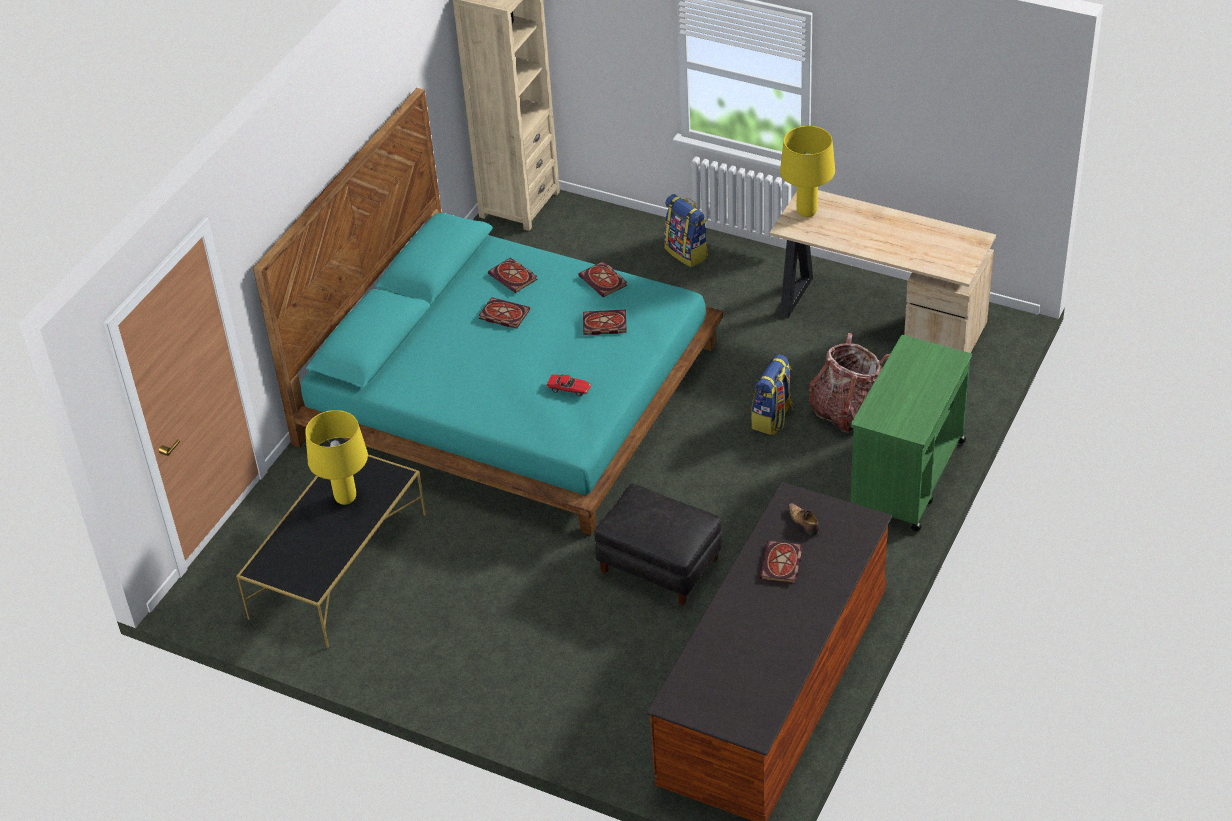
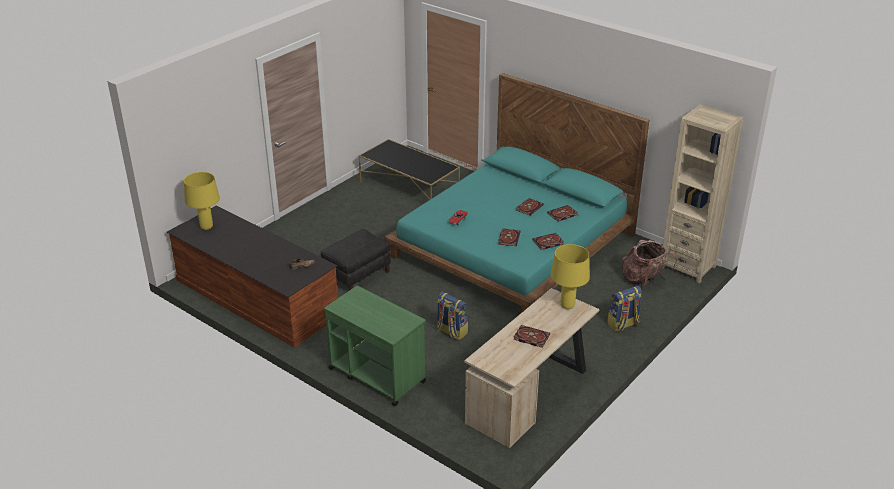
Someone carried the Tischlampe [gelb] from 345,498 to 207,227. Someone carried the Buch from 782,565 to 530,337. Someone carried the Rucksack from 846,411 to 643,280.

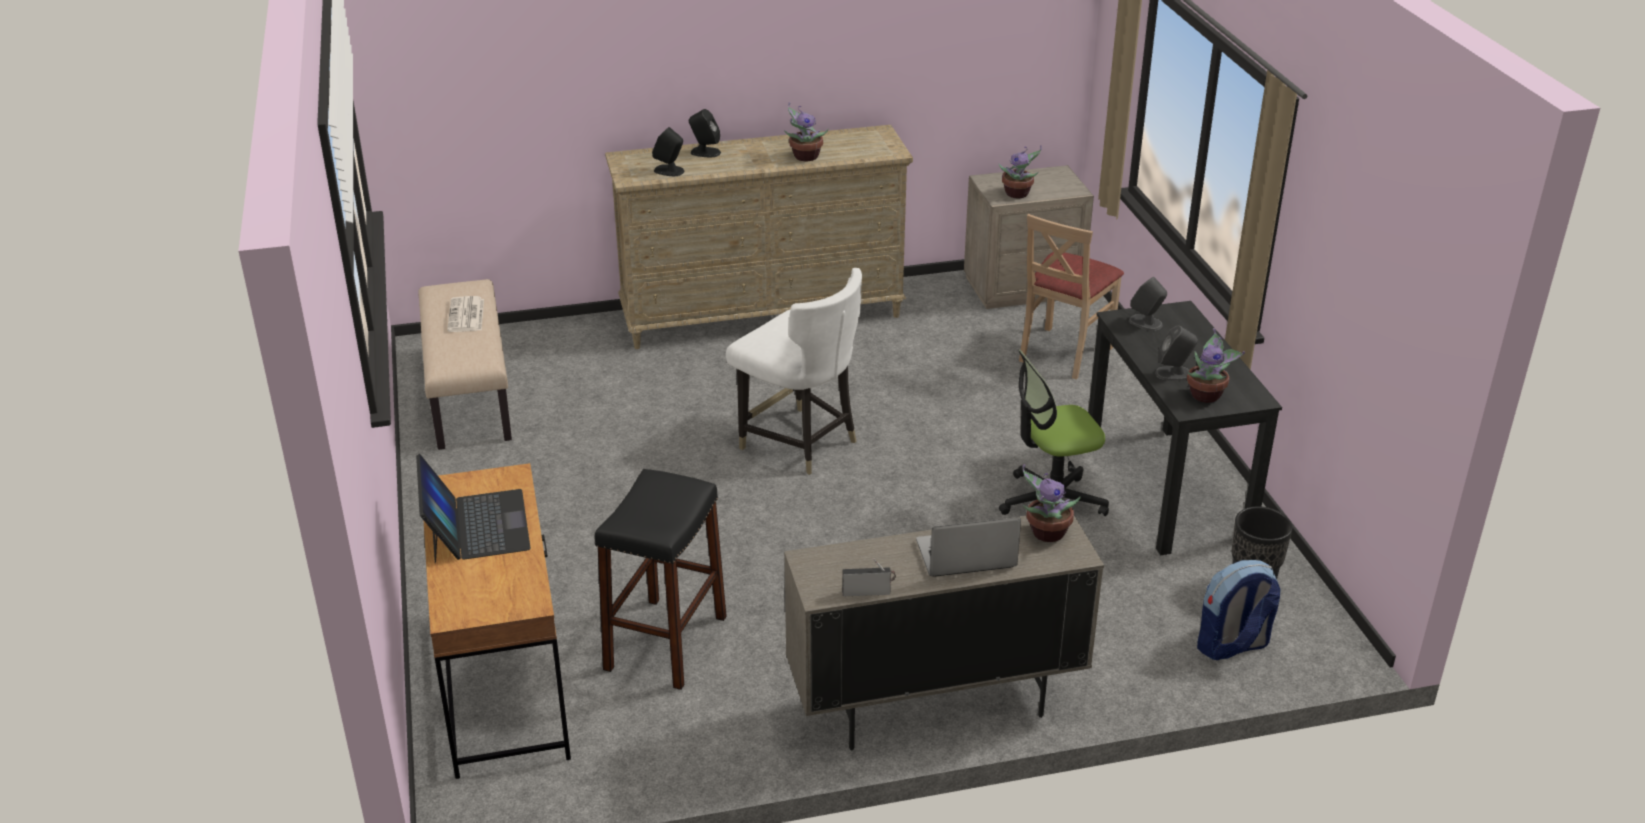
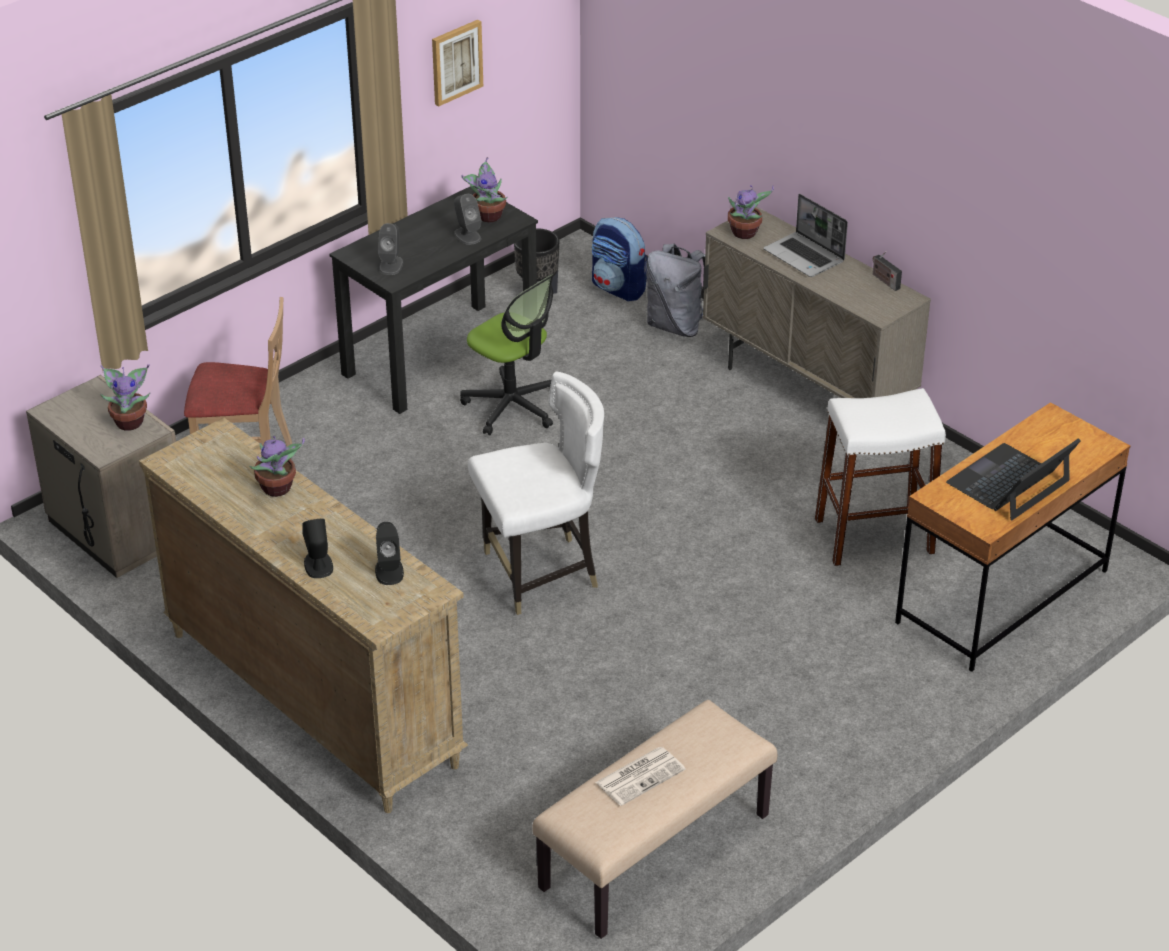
Someone repainted the Hocker [schwarz] at 665,643, which became the Hocker [weiß] at 874,536. Someone rotated the Stuhl [weiß] at 799,443 by 60 degrees clockwise. Someone put up the Bild at 456,62. Someone put down the Rucksack [grau] at 677,326.

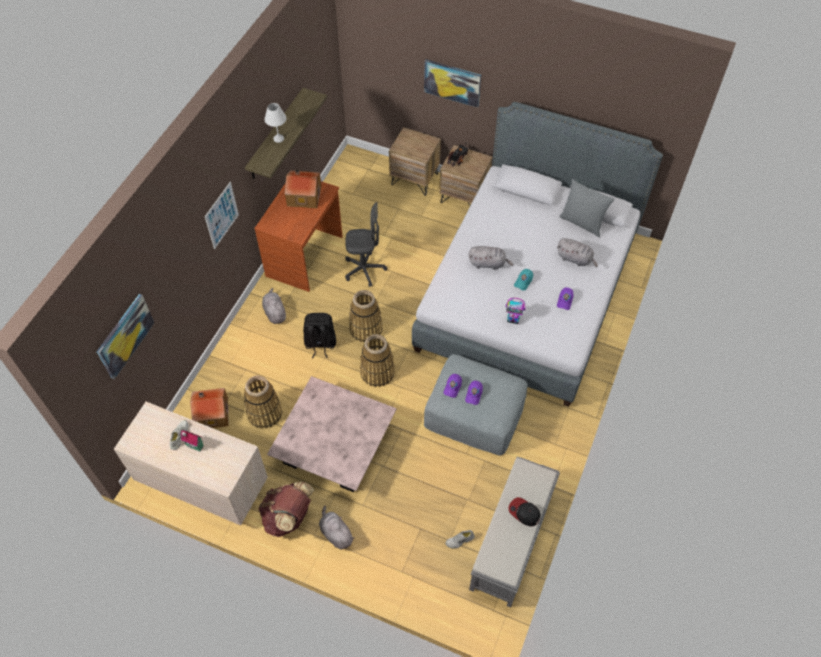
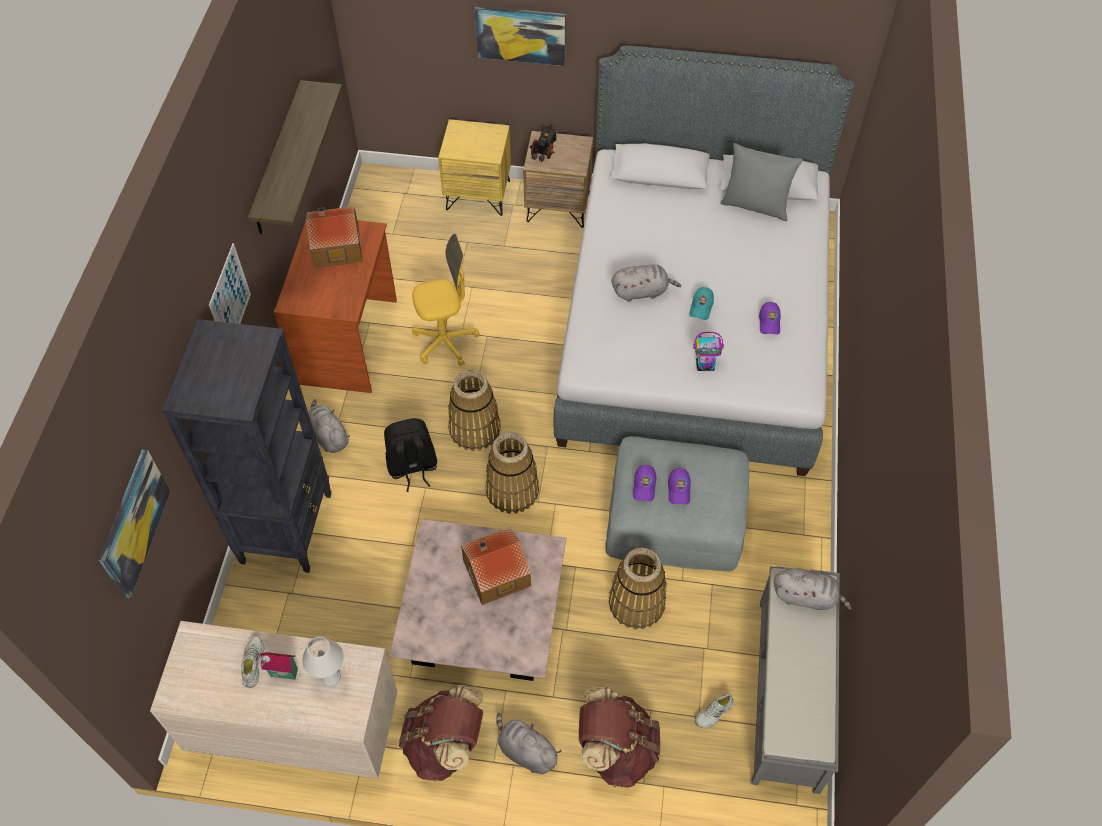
Someone carried the Spielzeughaus from 211,413 to 495,572. Someone carried the Korb from 264,413 to 636,603. Someone carried the Tischlampe [weiß] from 278,139 to 331,678. Someone repainted the Bürostuhl [grau] at 364,270, which became the Bürostuhl [gelb] at 445,342. Someone repainted the Nachttisch [braun] at 415,179, which became the Nachttisch [gelb] at 478,194. Someone took away the Kappe at 524,512. Someone carried the Plüschtier [grau] from 575,259 to 806,596. Someone put down the Bücherregal [schwarz] at 287,527. Someone put down the Rucksack [braun] at 616,749.

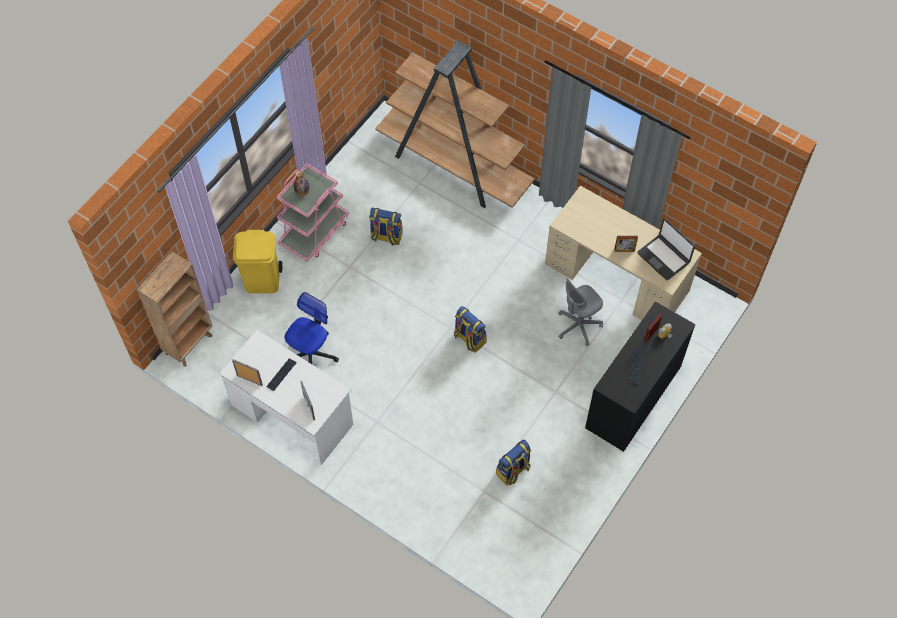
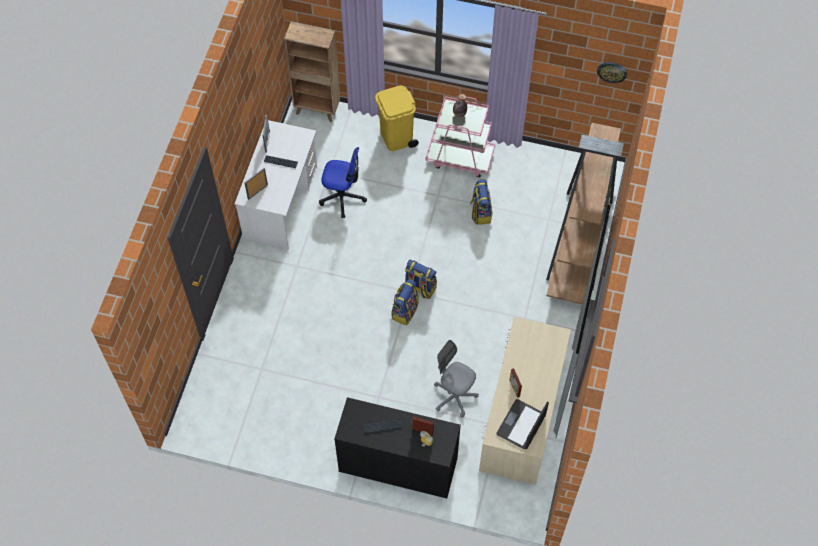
Someone carried the Rucksack from 513,471 to 420,288. Someone put up the Wanduhr at 612,71.

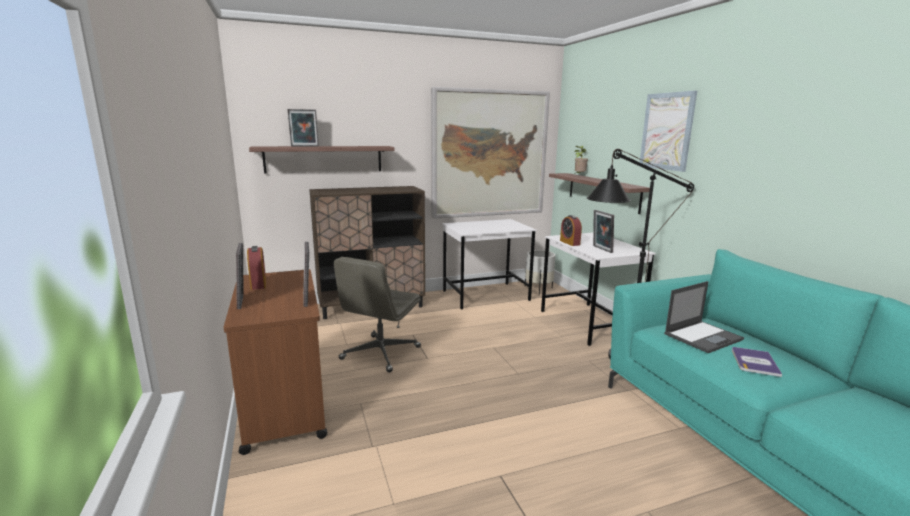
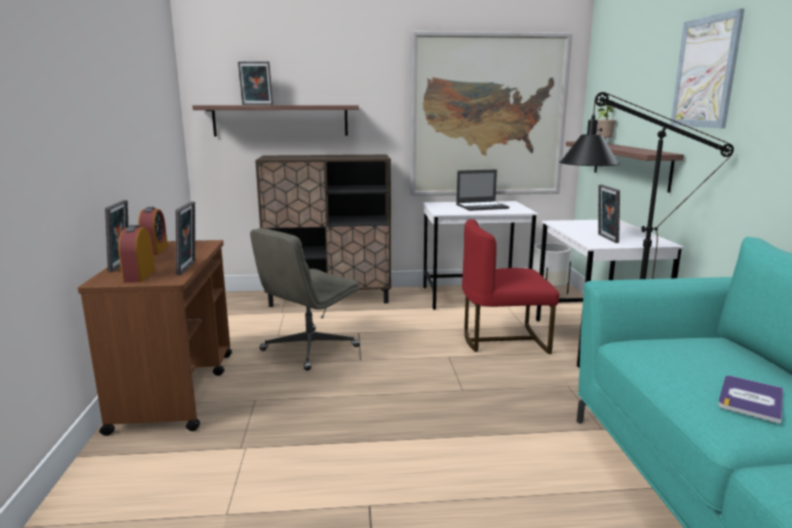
Someone carried the Wecker from 569,243 to 139,276. Someone carried the Laptop from 703,336 to 482,206. Someone put down the Stuhl [rot] at 503,340.

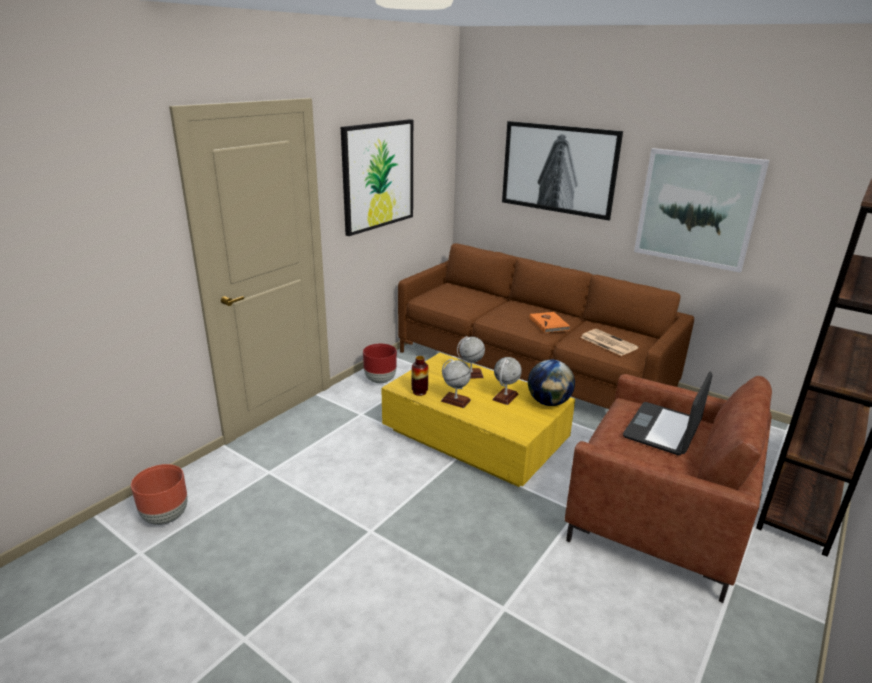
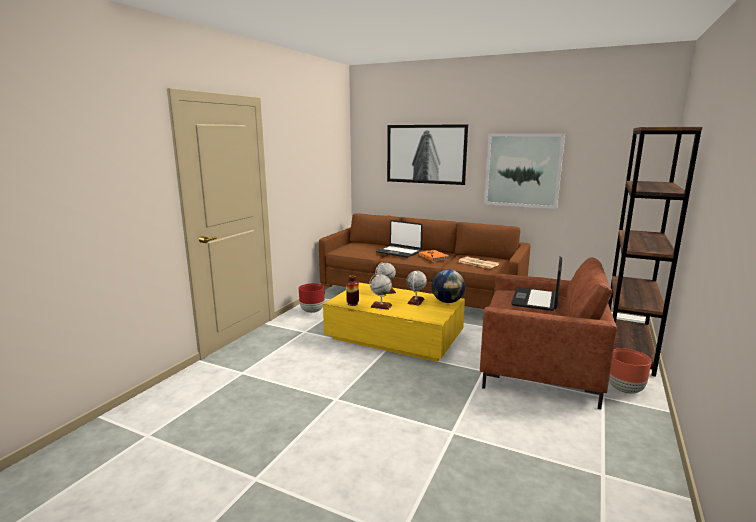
Someone carried the Pflanzkübel [braun] from 166,516 to 624,389. Someone took away the Bild at 378,175. Someone put down the Laptop at 399,252.

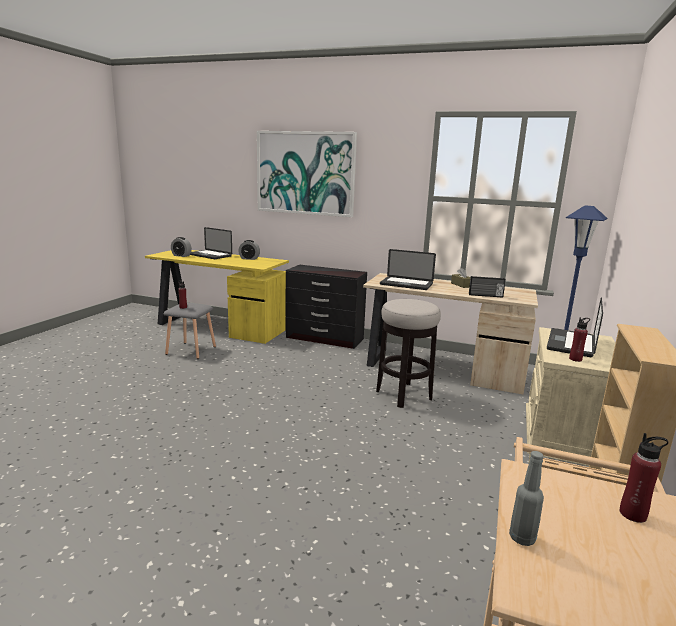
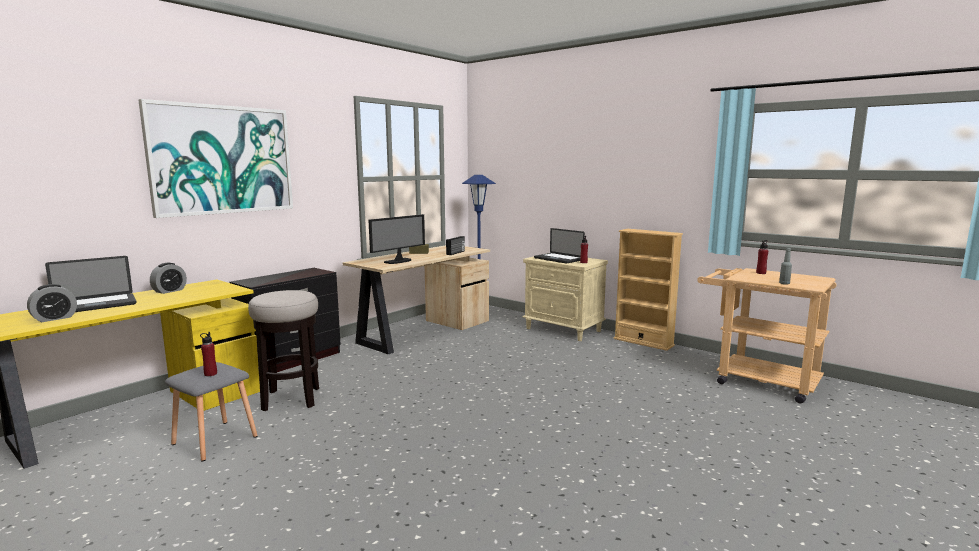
Someone carried the Hocker from 403,395 to 291,399. Someone swapped the Laptop at 406,284 for the Monitor at 399,261.

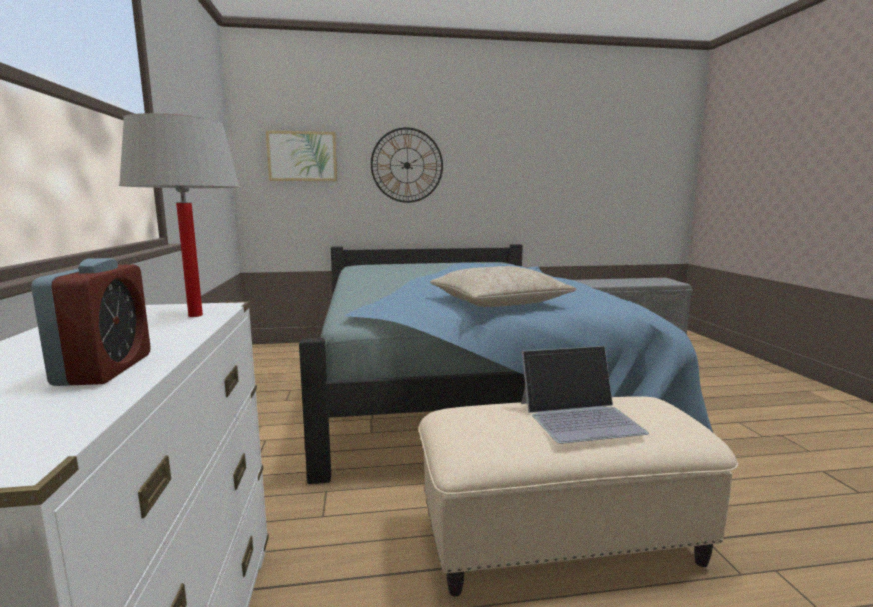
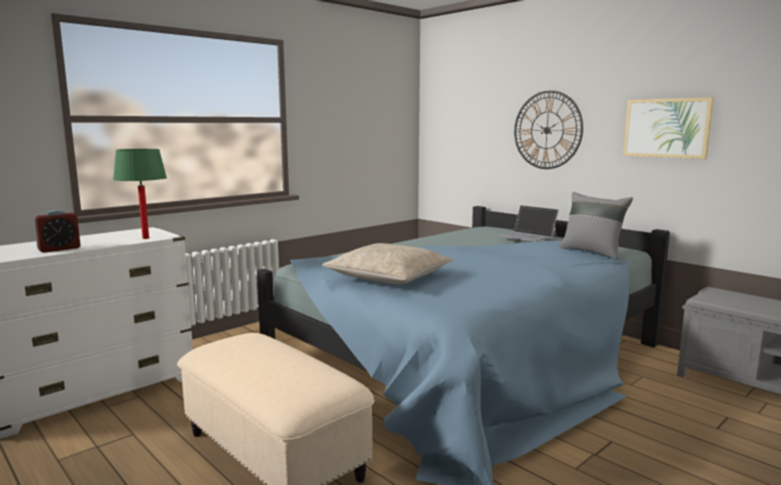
Someone repainted the Tischlampe [weiß] at 195,315, which became the Tischlampe [grün] at 145,238. Someone carried the Bild from 302,156 to 666,128. Someone carried the Laptop from 580,417 to 528,236. Someone put down the Kissen [grau] at 592,252.

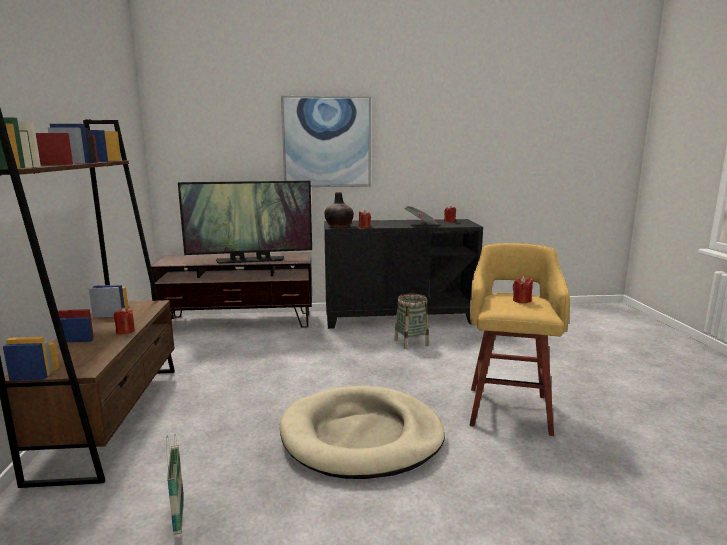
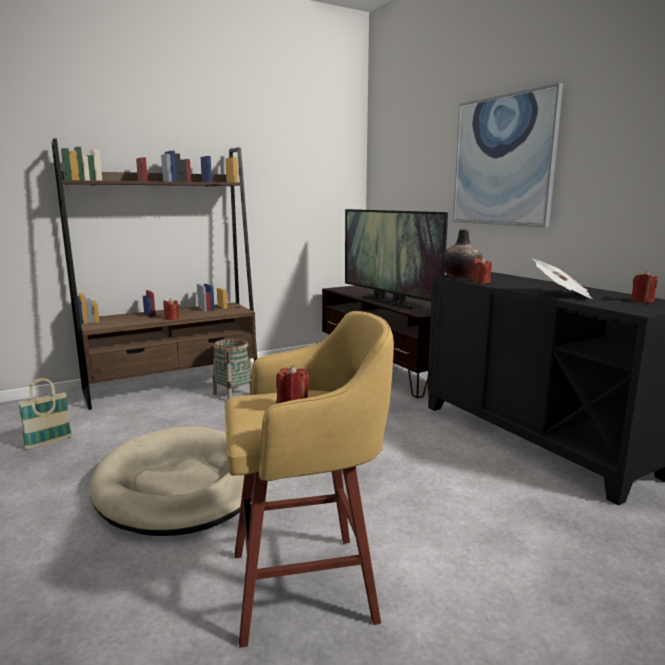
Someone carried the Korb from 411,342 to 233,394.

